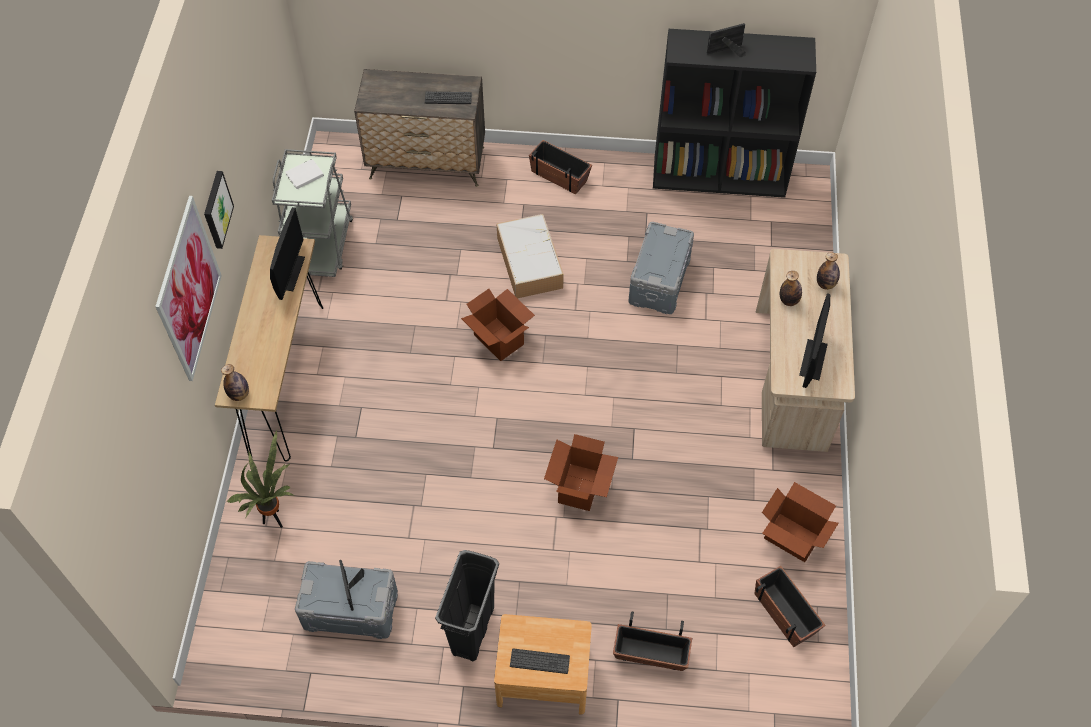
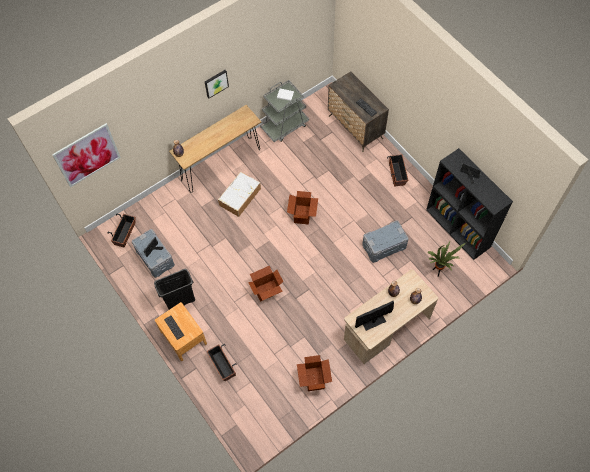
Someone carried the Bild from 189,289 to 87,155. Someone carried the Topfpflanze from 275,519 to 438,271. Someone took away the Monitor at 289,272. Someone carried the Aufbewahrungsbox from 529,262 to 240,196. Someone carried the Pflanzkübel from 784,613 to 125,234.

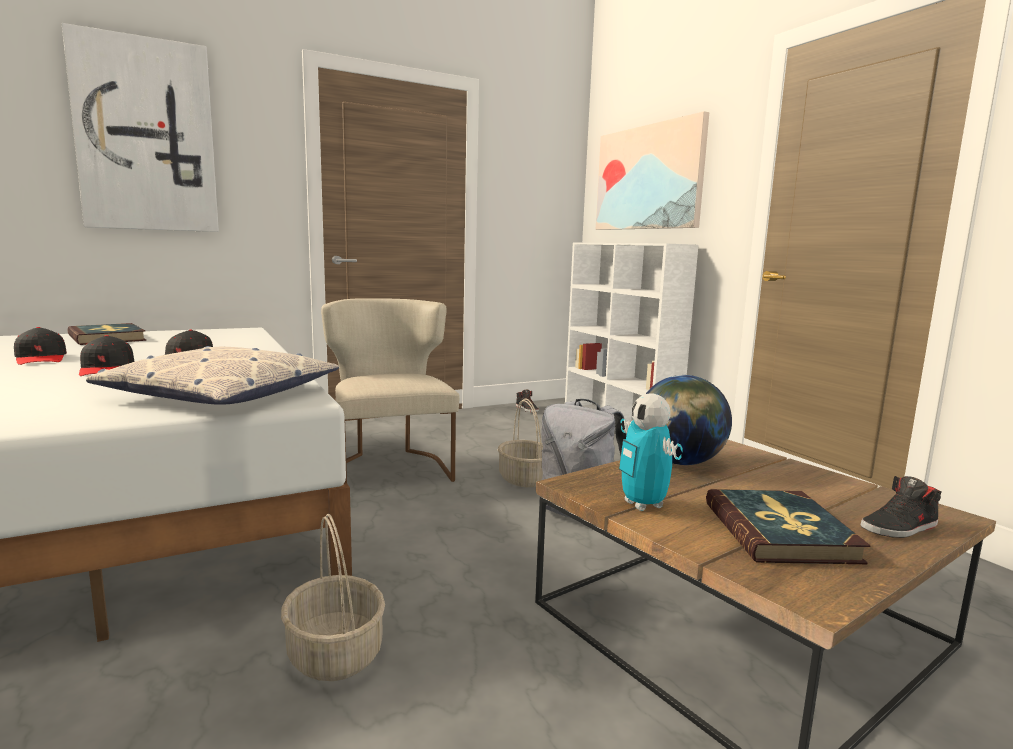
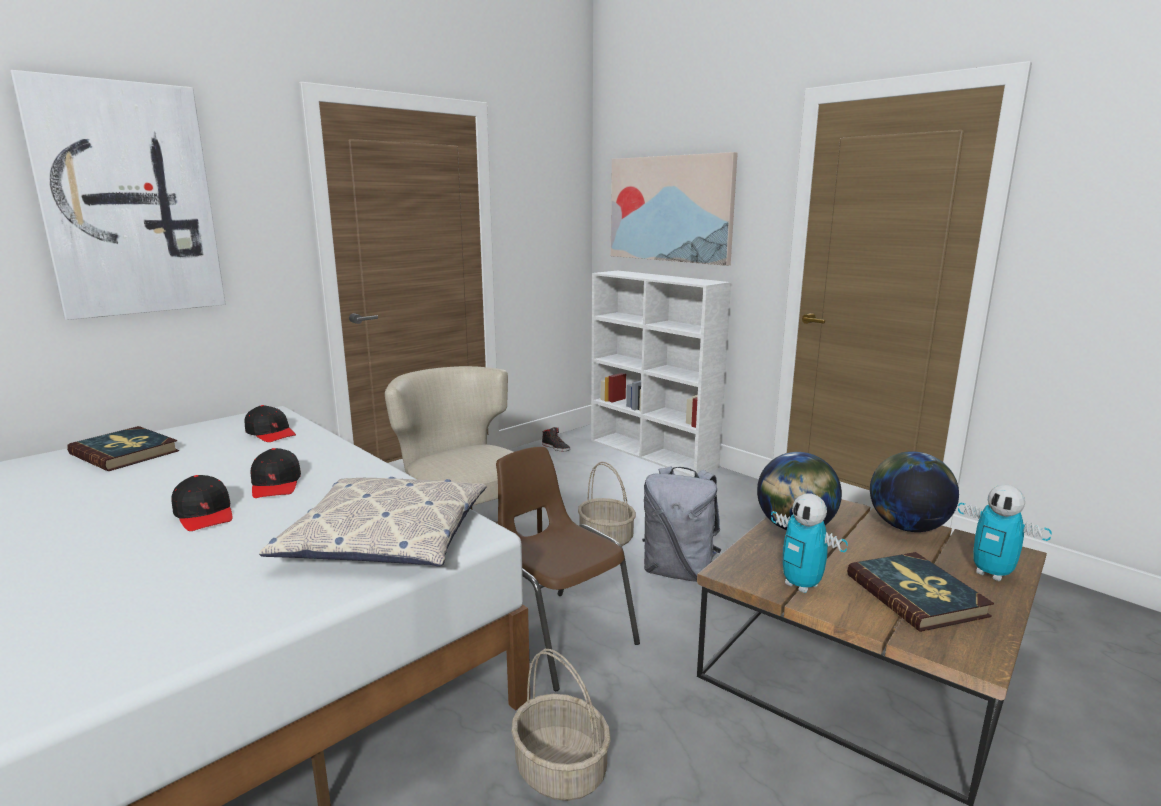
Someone carried the Kappe [schwarz] from 41,358 to 271,433. Someone swapped the Schuh [schwarz] at 900,528 for the Spielzeugroboter at 992,574. Someone put down the Stuhl [braun] at 559,635. Someone put down the Globus at 907,527.

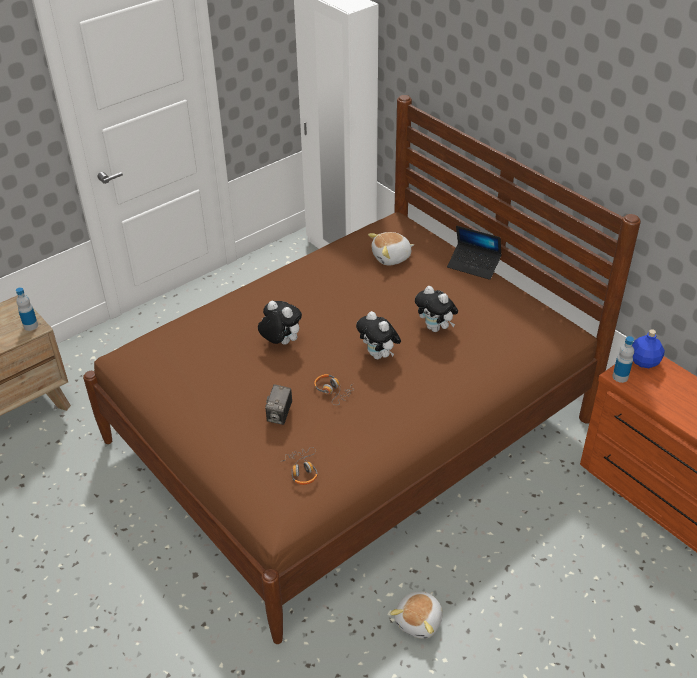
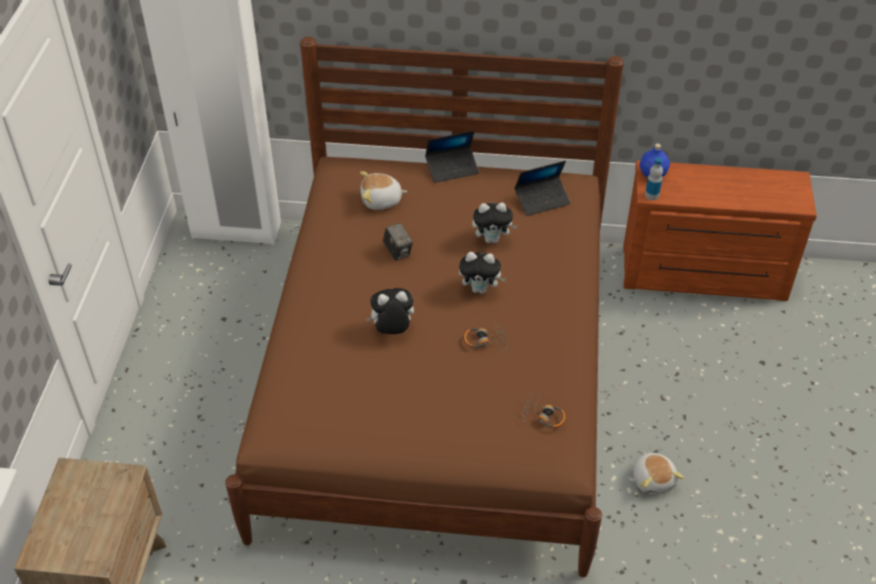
Someone took away the Flasche at 31,326. Someone carried the Kamera from 280,415 to 398,252. Someone rotated the Plüschtier at 391,257 by 60 degrees clockwise. Someone put down the Laptop at 542,200.

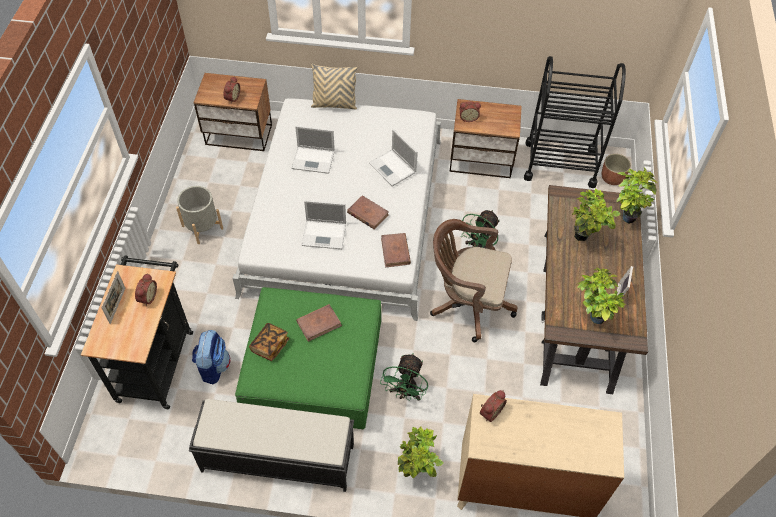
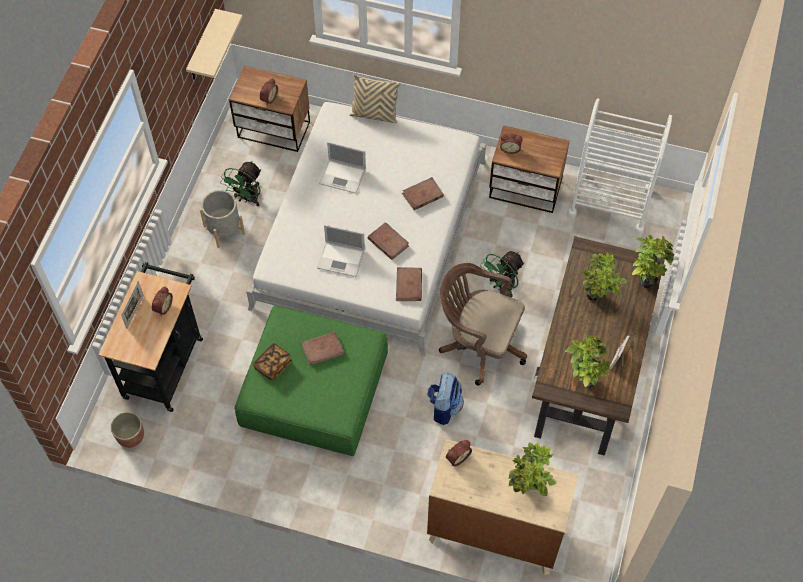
Someone took away the Bank [schwarz] at 276,458. Someone carried the Rucksack from 213,366 to 444,407. Someone swapped the Laptop at 393,168 for the Buch [braun] at 422,195. Someone carried the Ventilator [grün] from 405,393 to 247,199. Someone carried the Topfpflanze from 417,470 to 528,488. Someone repainted the Rollwagen [schwarz] at 560,164, which became the Rollwagen [weiß] at 610,203. Someone carried the Pflanzkübel from 612,178 to 131,436. Someone put up the Wandregal [beige] at 202,47.

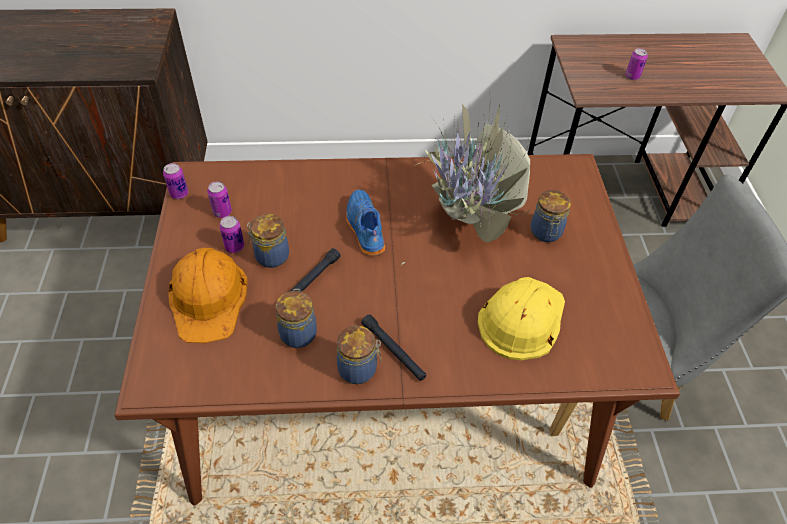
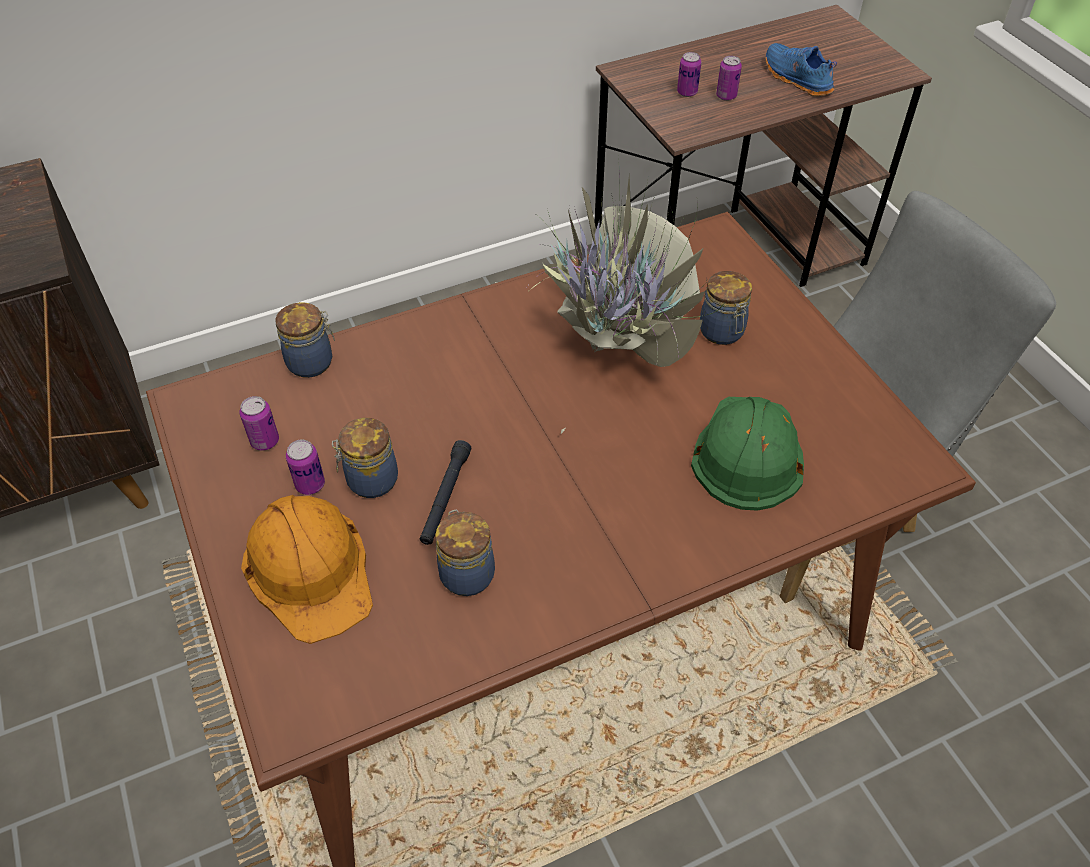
Someone carried the Dose from 179,194 to 687,92. Someone carried the Vorratsglas from 359,369 to 312,362. Someone carried the Schuh [blau] from 364,228 to 796,79. Someone took away the Taschenlampe [schwarz] at 393,351. Someone repainted the Schutzhelm [gelb] at 521,318, which became the Schutzhelm [grün] at 748,453.

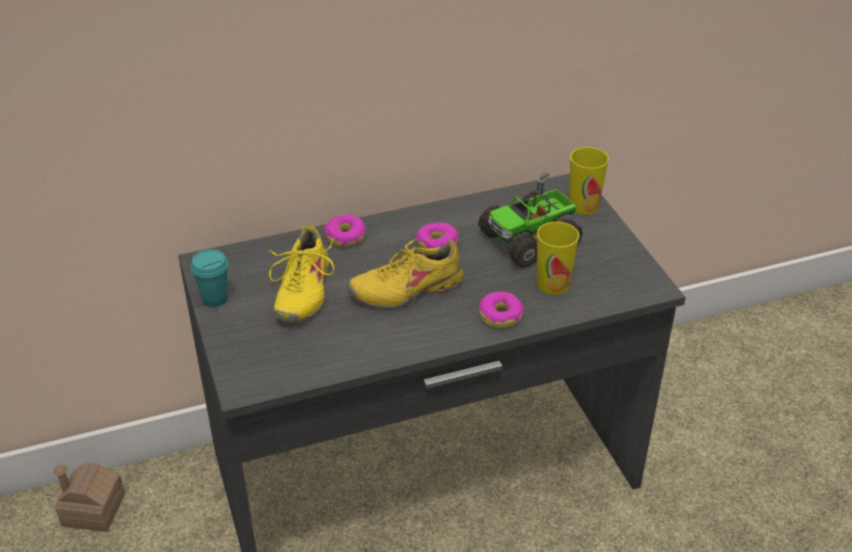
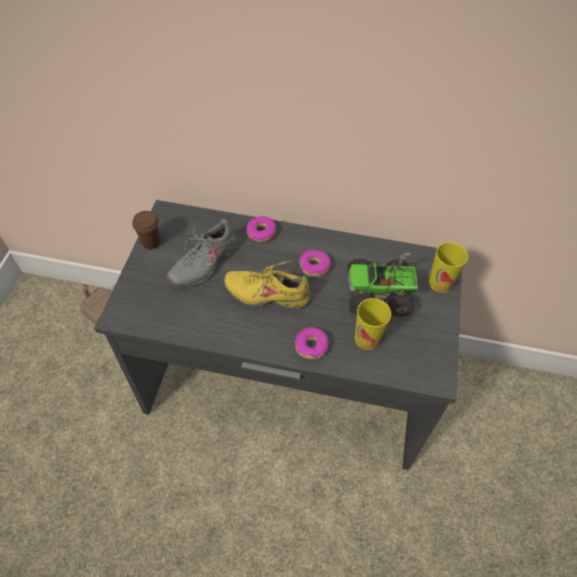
Someone repainted the Tasse [türkis] at 215,299, which became the Tasse [braun] at 151,242. Someone repainted the Schuh [gelb] at 302,291, which became the Schuh [grau] at 203,262.

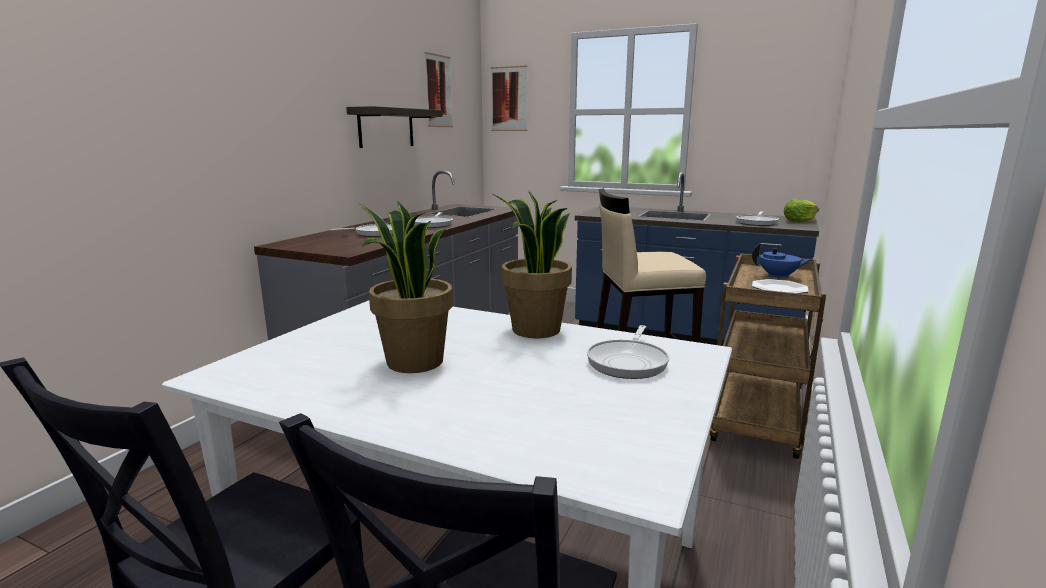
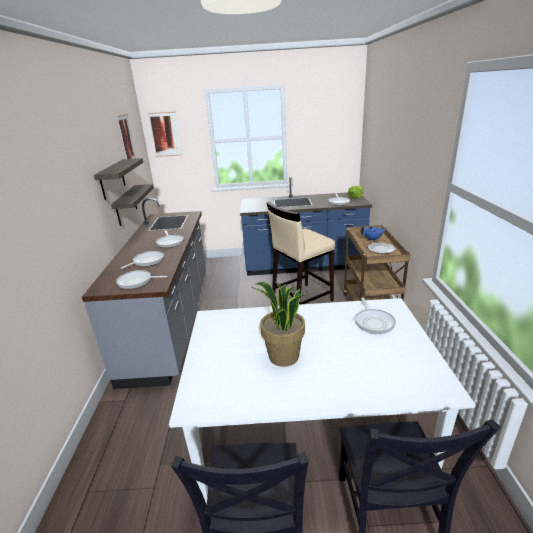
Someone took away the Topfpflanze at 535,330. Someone put up the Wandregal at 126,205. Someone put down the Pfanne at 137,282.

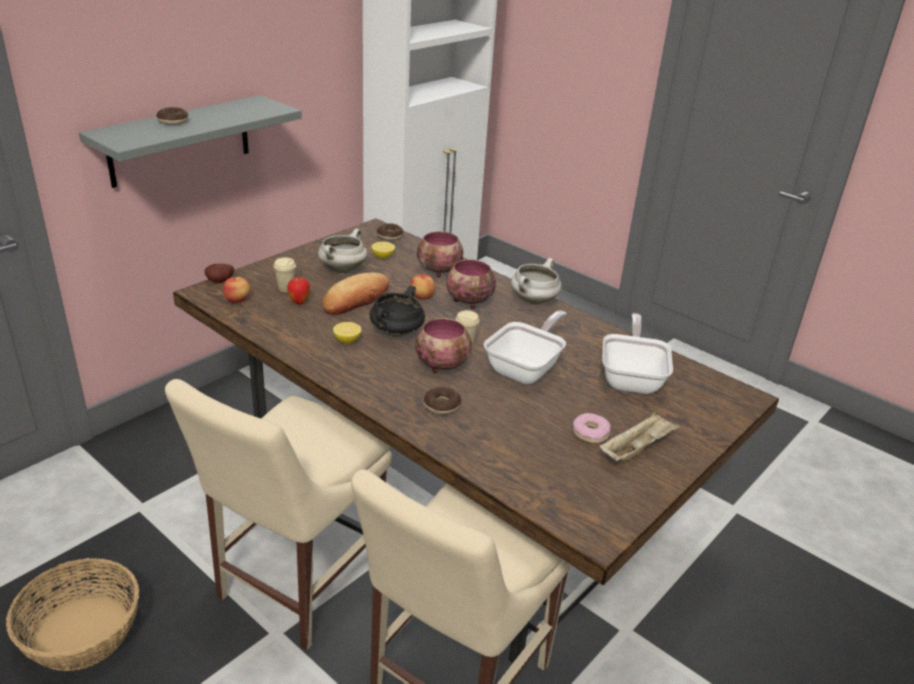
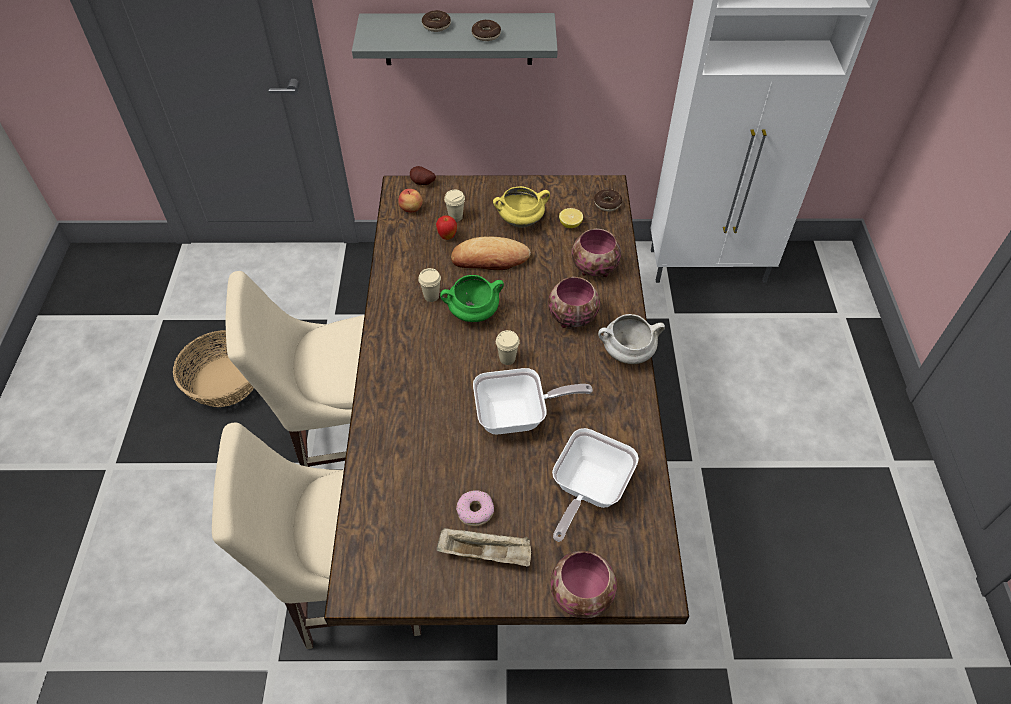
Someone repainted the Kochtopf [weiß] at 343,269, which became the Kochtopf [gelb] at 521,220. Someone swapped the Zitrone at 347,340 for the Tasse [beige] at 431,296. Someone repainted the Kochtopf [schwarz] at 396,333, which became the Kochtopf [grün] at 472,313. Someone took away the Apfel at 422,297. Someone carried the Schüssel from 443,365 to 583,595. Someone carried the Donut from 442,405 to 486,35. Someone rotated the Pfanne at 632,378 by 150 degrees clockwise.

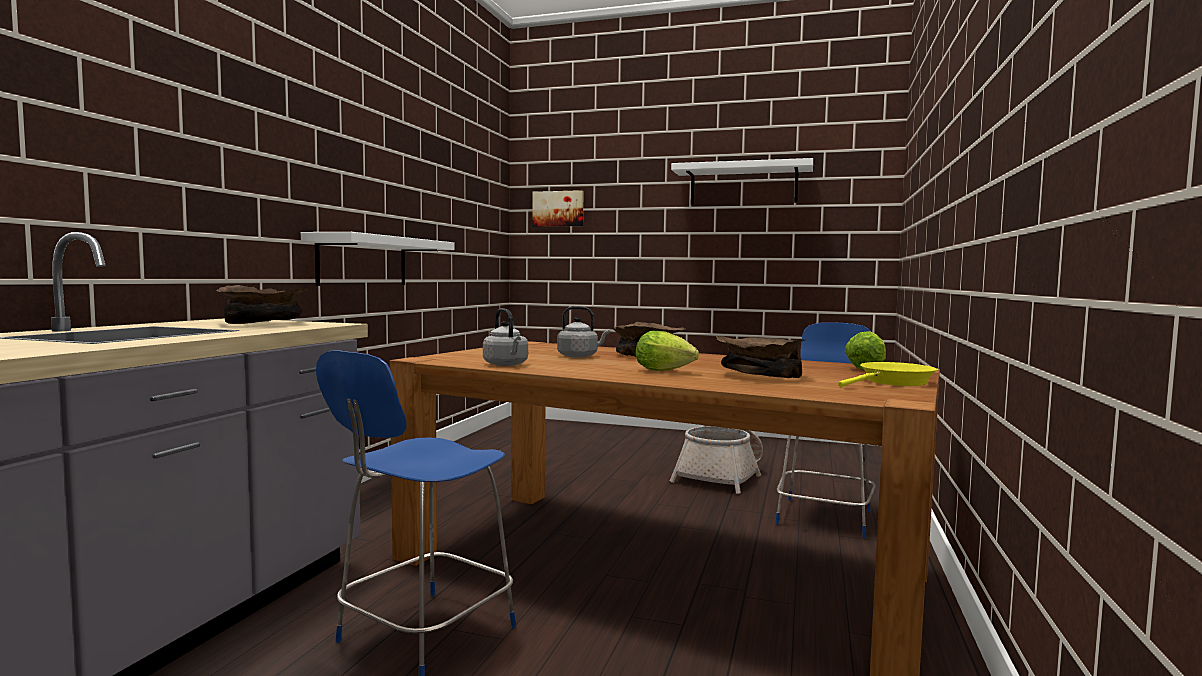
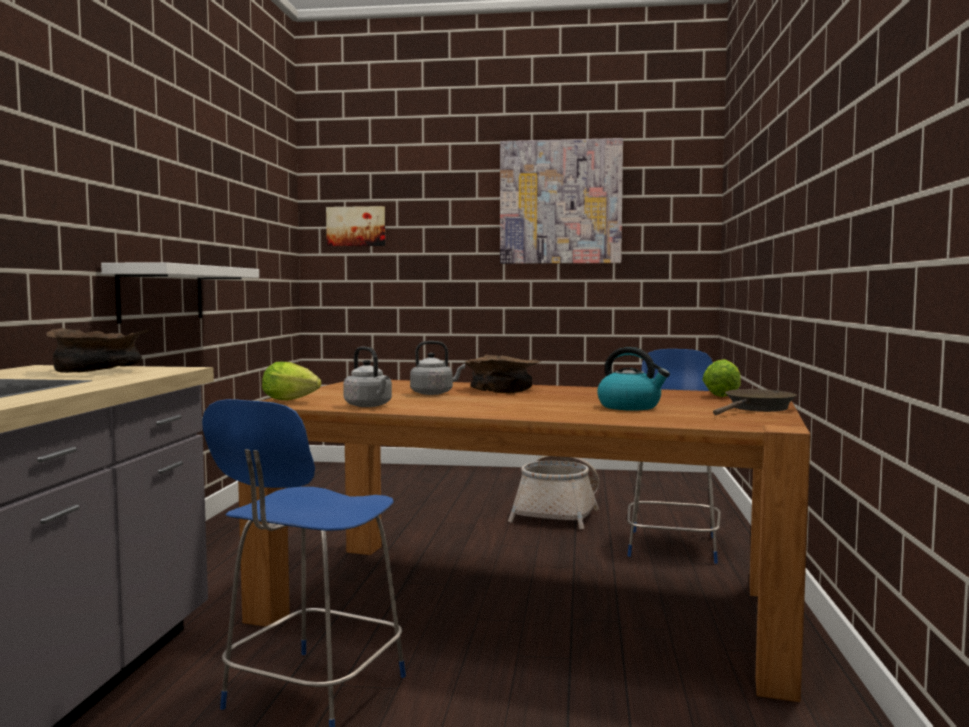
Someone carried the Salatkopf from 667,371 to 293,400. Someone swapped the Wandregal [weiß] at 743,185 for the Bild at 560,202. Someone swapped the Schüssel [braun] at 759,375 for the Wasserkessel at 630,407. Someone repainted the Pfanne [gelb] at 893,382, which became the Pfanne [braun] at 757,409.

